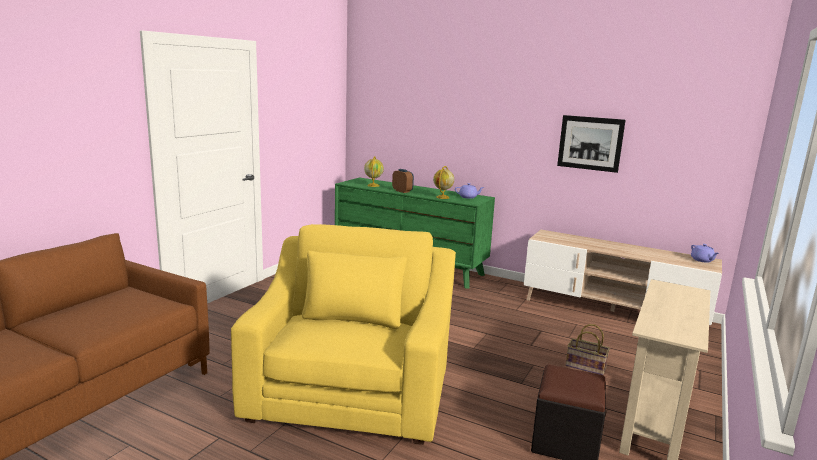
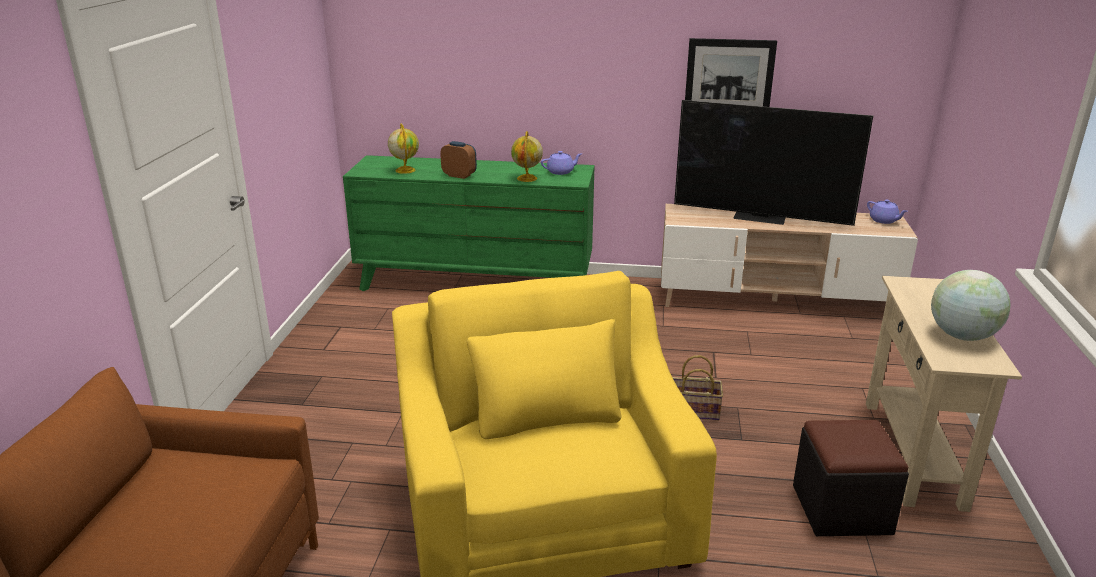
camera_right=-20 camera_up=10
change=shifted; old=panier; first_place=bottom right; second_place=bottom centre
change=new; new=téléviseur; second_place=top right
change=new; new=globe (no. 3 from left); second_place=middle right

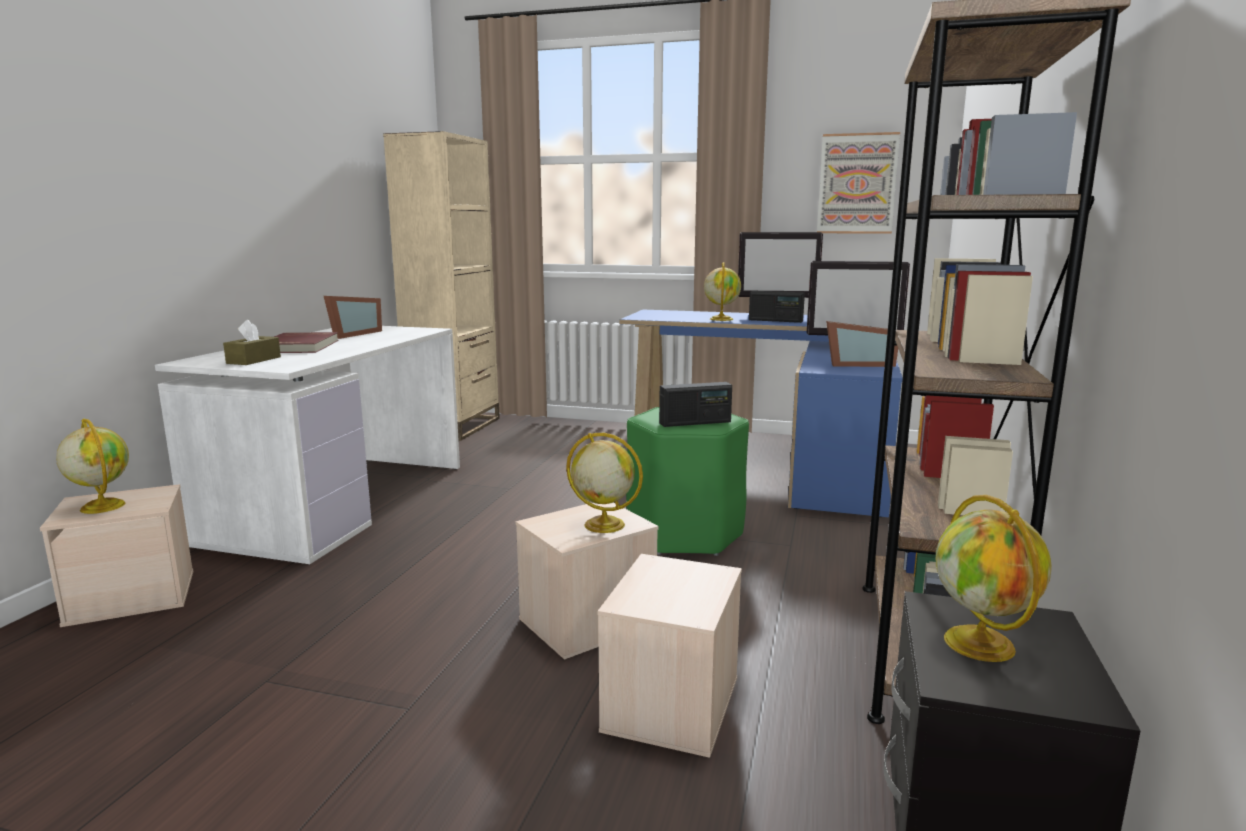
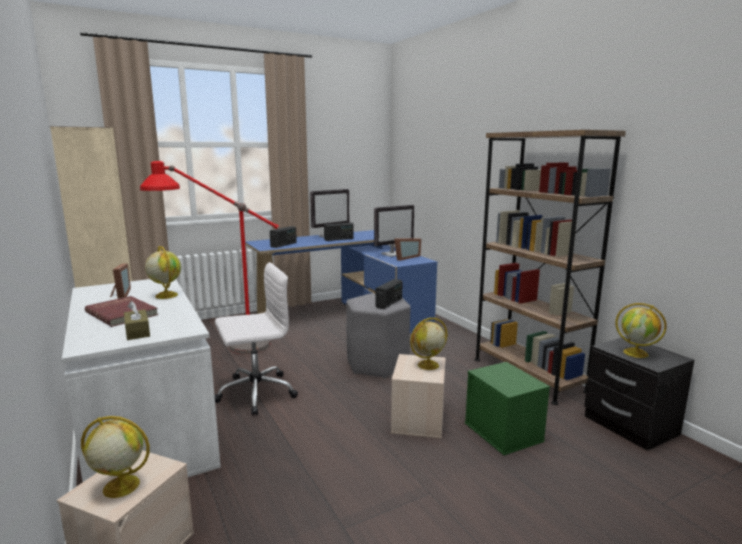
camera_right=-45 camera_up=0
change=new; new=lampadaire [rouge]; second_place=middle left
change=shifted; old=globe (no. 3 from left in the first image); new=globe (no. 2 from left); first_place=centre; second_place=middle left
change=new; new=chaise de bureau [blanc]; second_place=centre
change=new; new=radio (no. 1 from left); second_place=centre
change=repainted; old=tabouret [vert]; new=tabouret [gris]; first_place=centre; second_place=centre
change=repainted; old=boîte de rangement [beige] (no. 3 from left); new=boîte de rangement [vert]; first_place=bottom centre; second_place=bottom right
change=gone; old=tableau; first_place=top right

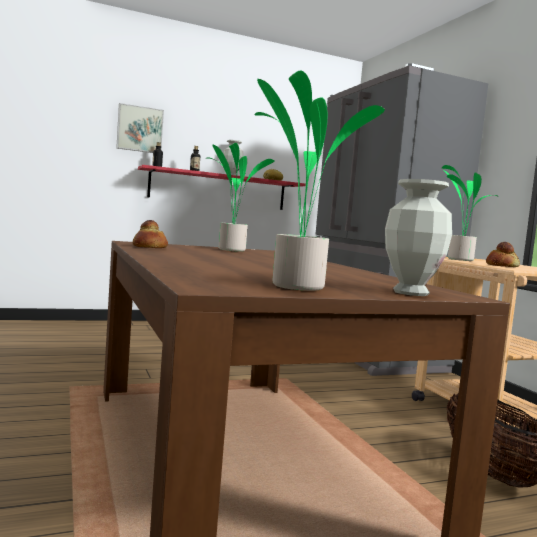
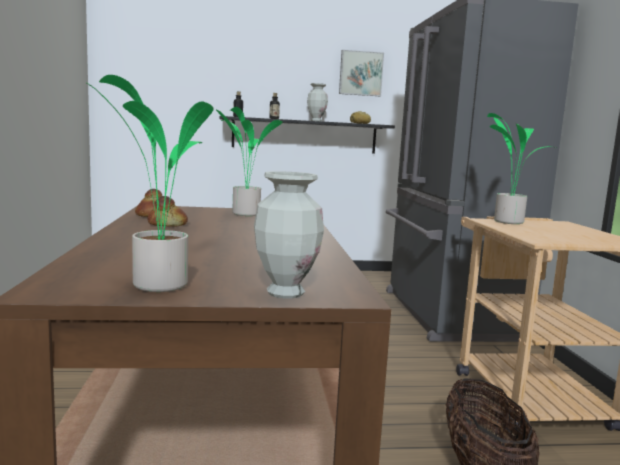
camera_right=15 camera_up=5
change=shifted; old=pain (no. 3 from left in the first image); new=pain (no. 2 from left); first_place=middle right; second_place=middle left
change=repainted; old=étagère [rouge]; new=étagère [noir]; first_place=centre; second_place=top centre
change=shifted; old=tableau; first_place=top left; second_place=top centre

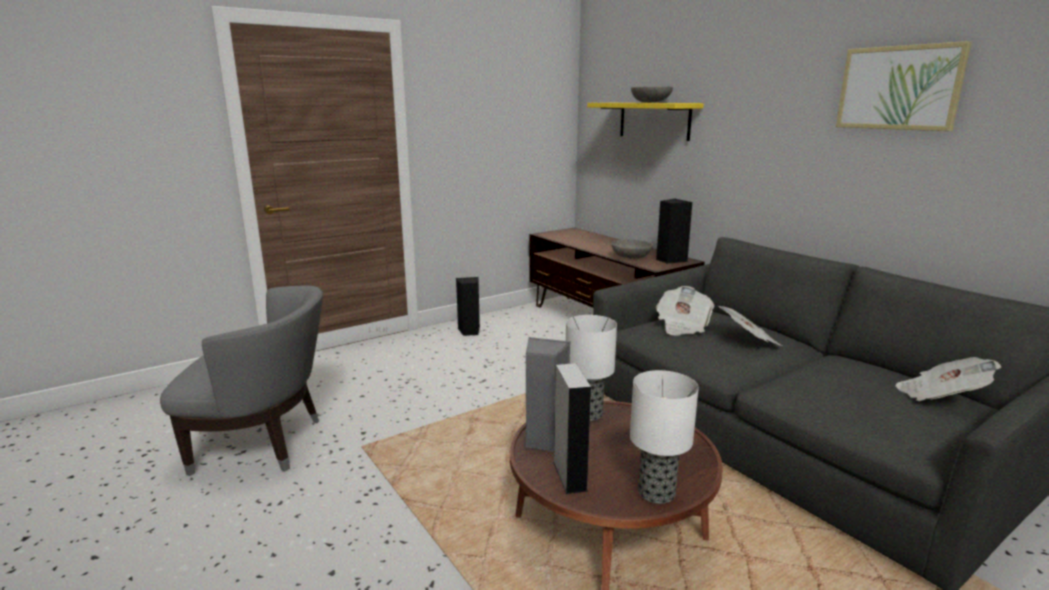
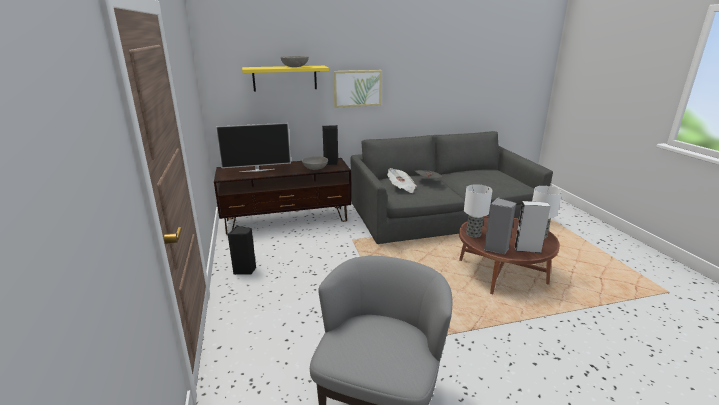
camera_right=-70 camera_up=5
change=new; new=téléviseur; second_place=centre
change=shifted; old=tableau; first_place=top right; second_place=top centre
change=gone; old=journal (no. 3 from left); first_place=middle right

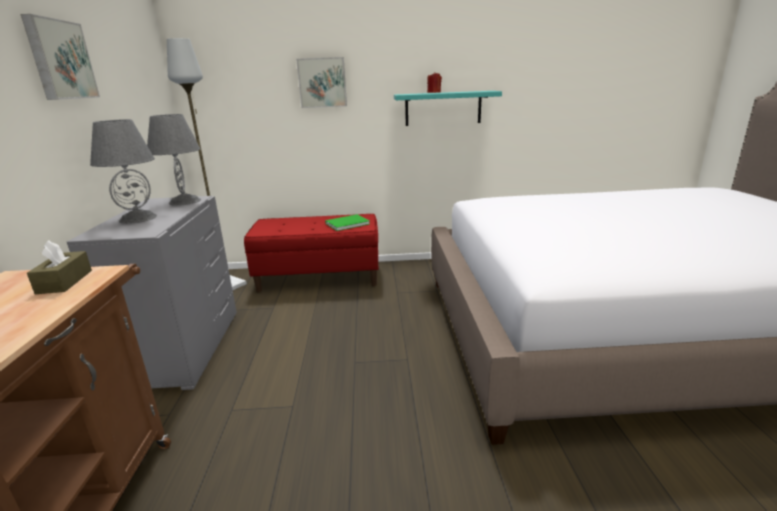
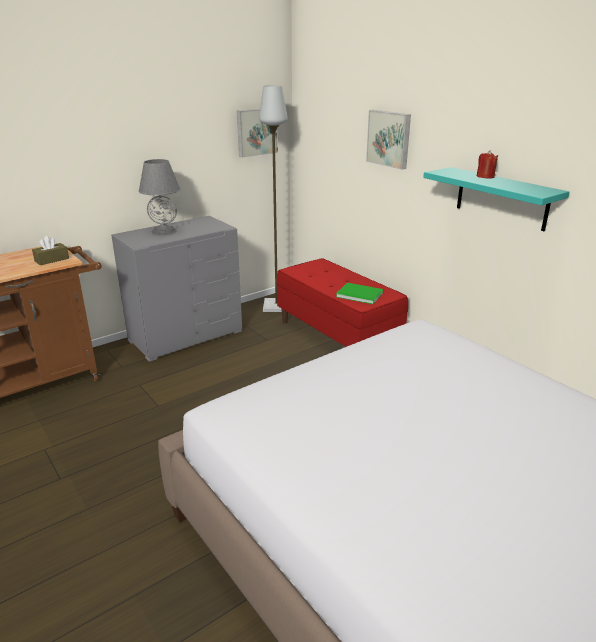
camera_right=55 camera_up=5
change=shifted; old=tableau (no. 1 from left); first_place=top left; second_place=top centre
change=gone; old=lampe de table [gris] (no. 2 from left); first_place=top left

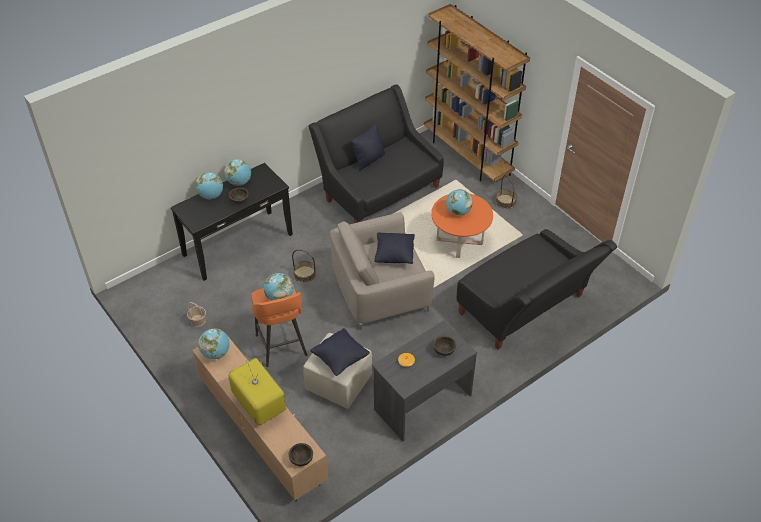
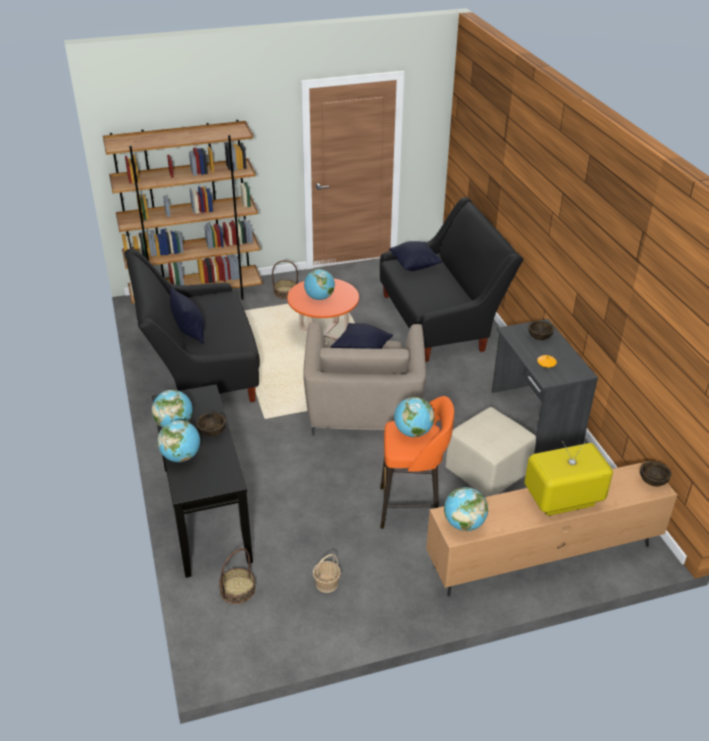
camera_right=-70 camera_up=-10
change=shifted; old=panier (no. 2 from left in the first image); new=panier (no. 1 from left); first_place=centre; second_place=bottom centre
change=shifted; old=coussin [noir] (no. 1 from left in the first image); new=coussin [noir] (no. 3 from left); first_place=bottom centre; second_place=centre

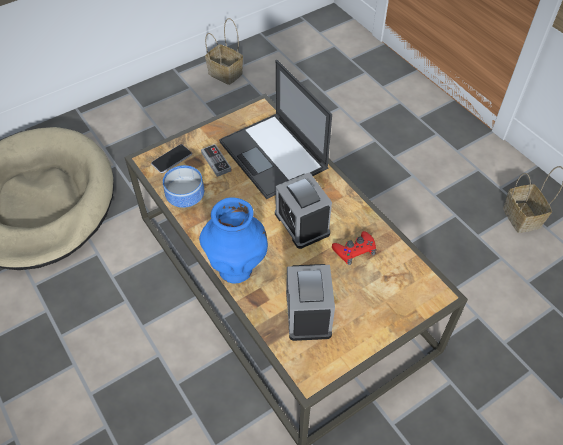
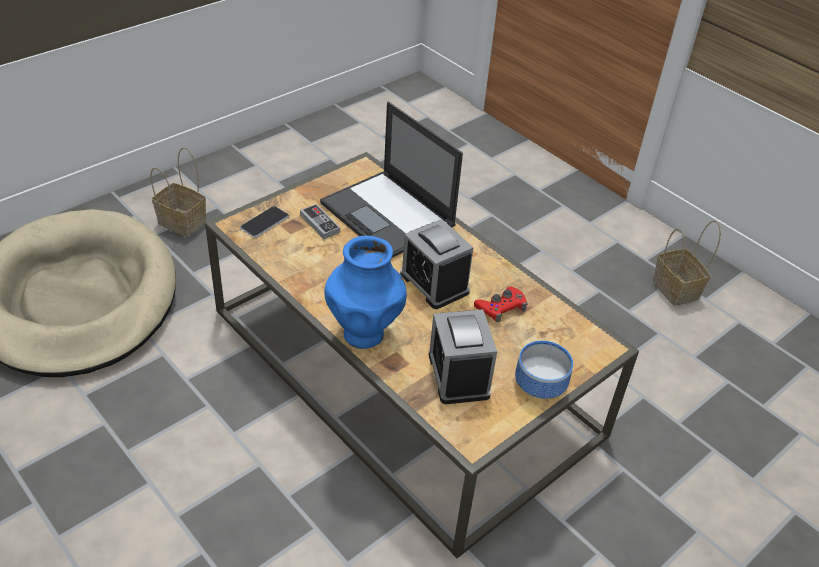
camera_right=-10 camera_up=-10
change=shifted; old=panier (no. 1 from left); first_place=top centre; second_place=middle left
change=shifted; old=bol; first_place=middle left; second_place=centre

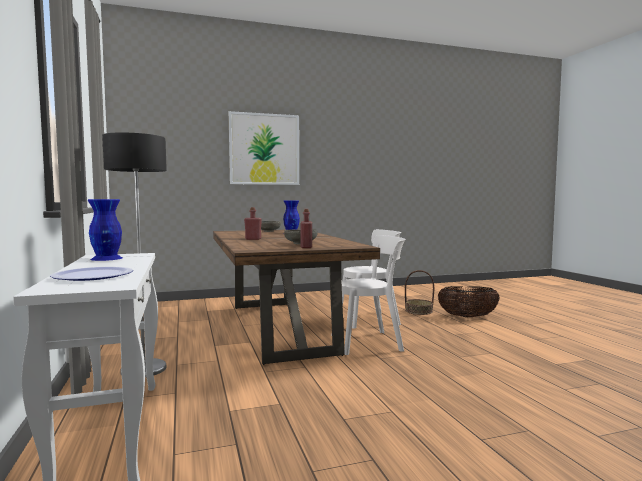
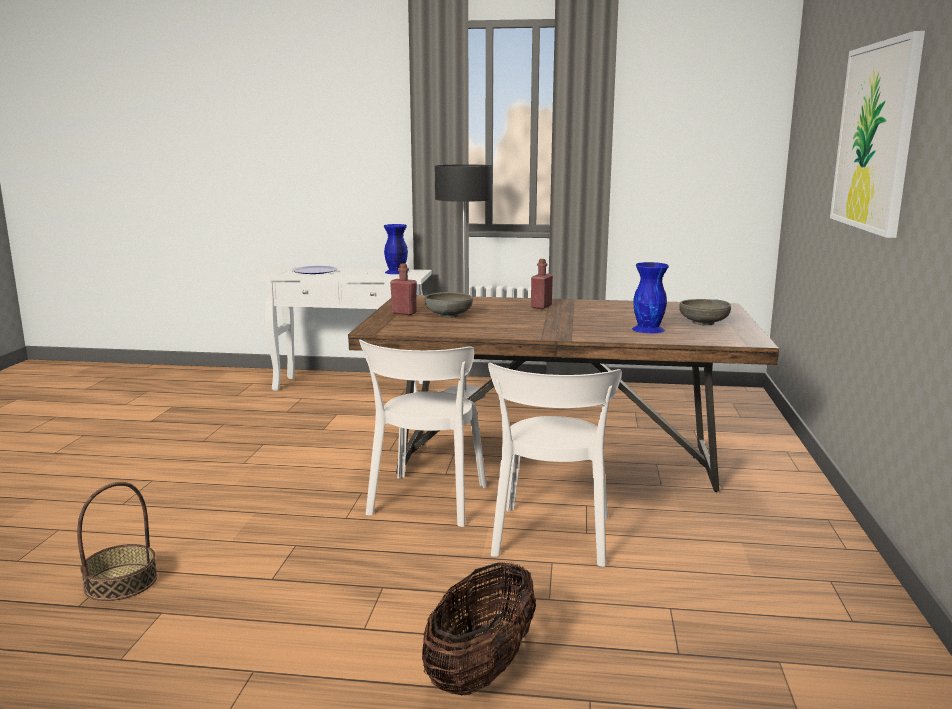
camera_right=115 camera_up=10
change=shifted; old=panier (no. 1 from left); first_place=centre; second_place=bottom left

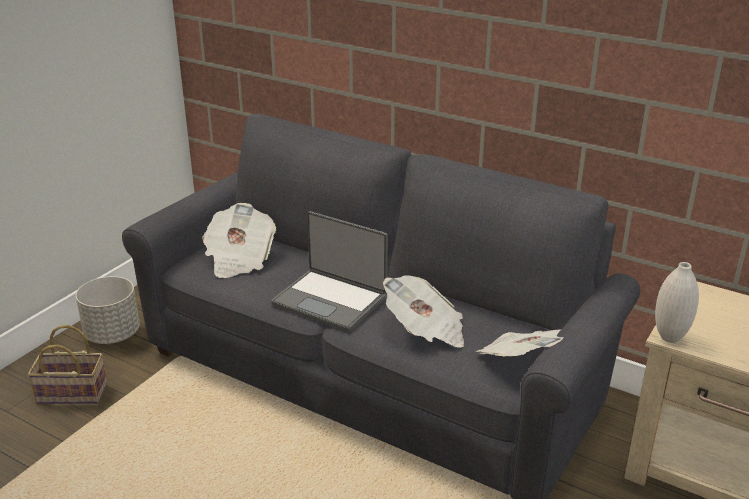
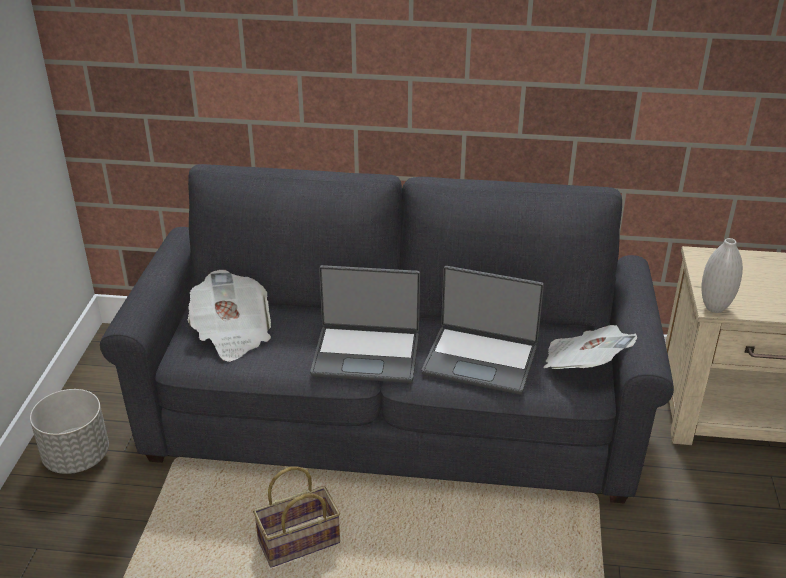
camera_right=-25 camera_up=5
change=shifted; old=panier; first_place=bottom left; second_place=bottom centre
change=swapped; old=journal (no. 2 from left); new=ordinateur portable (no. 2 from left); first_place=centre; second_place=centre

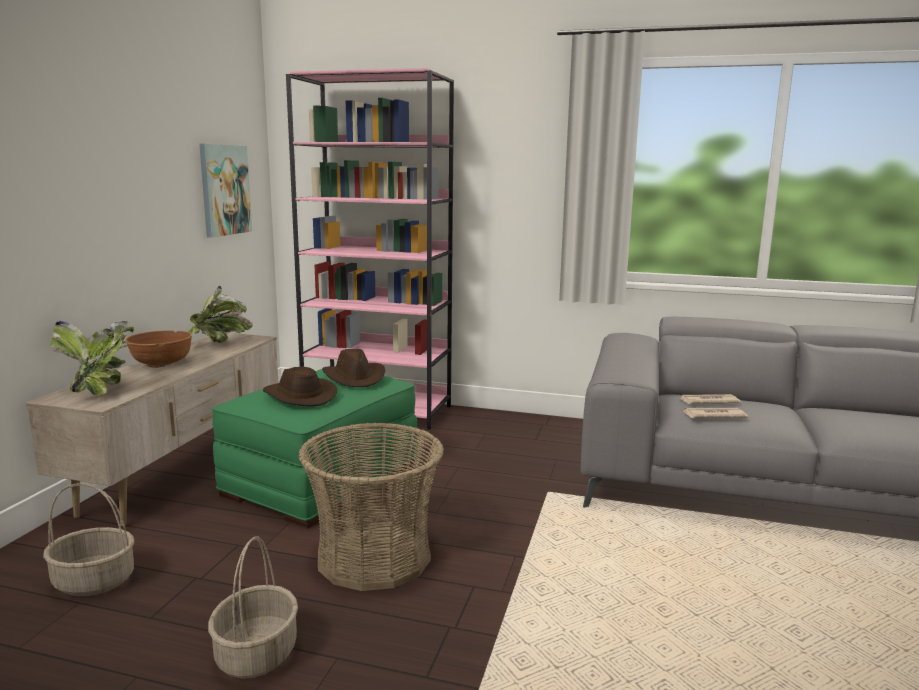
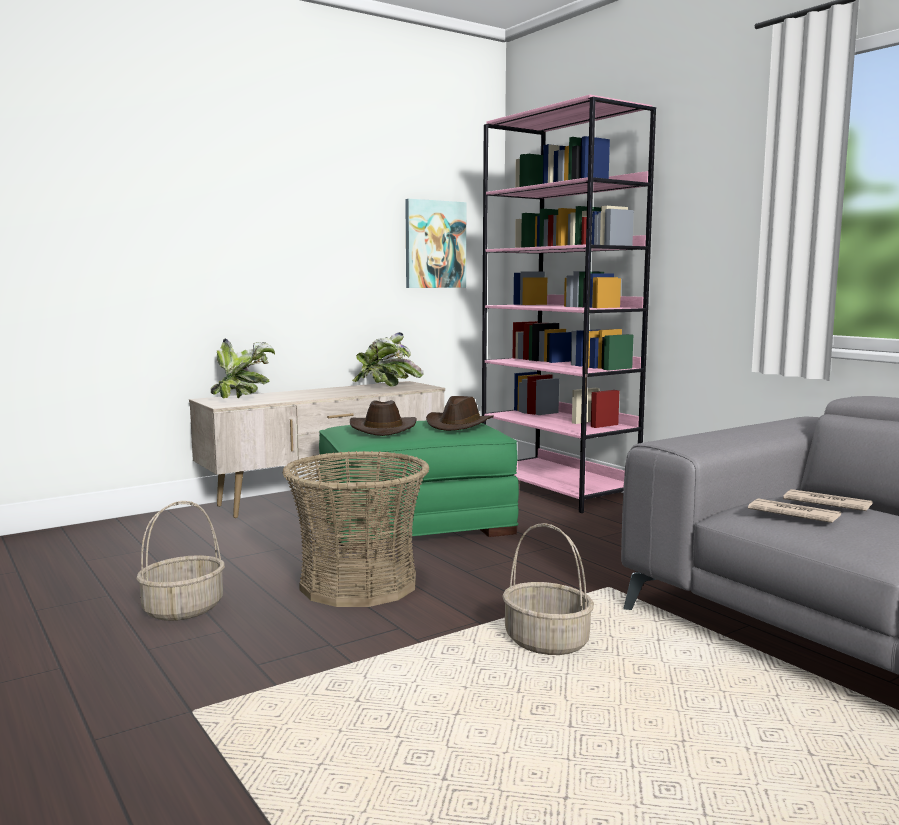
camera_right=40 camera_up=-5
change=shifted; old=panier (no. 1 from left in the first image); new=panier (no. 3 from left); first_place=bottom left; second_place=bottom centre
change=gone; old=bol [marron]; first_place=middle left

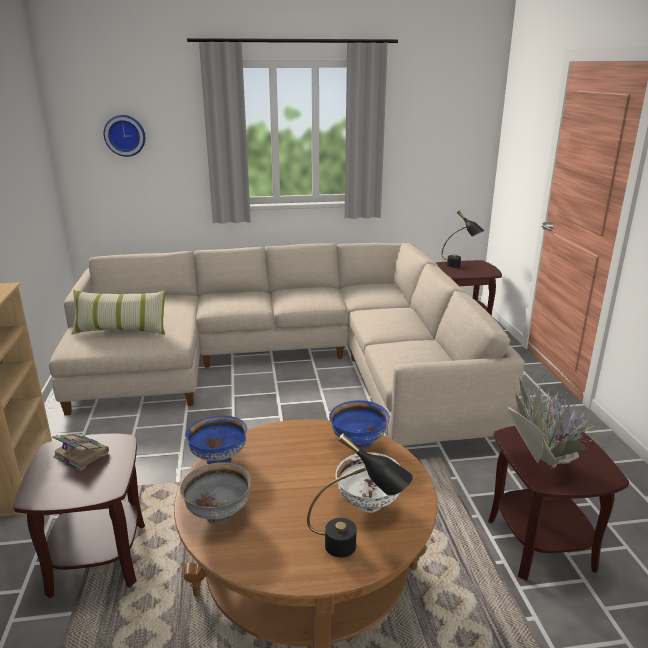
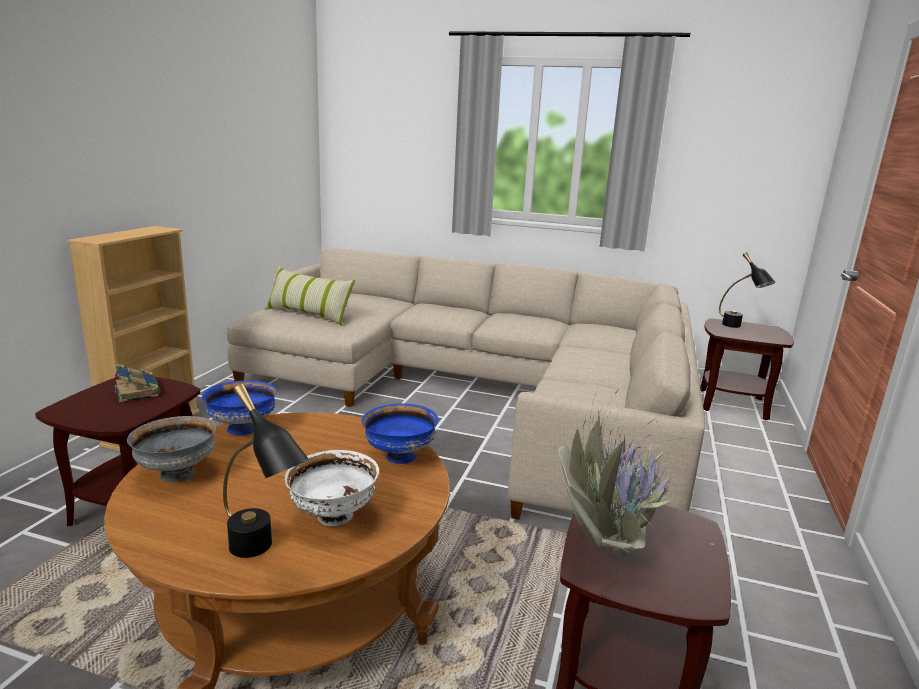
camera_right=25 camera_up=-5
change=gone; old=horloge murale; first_place=top left

